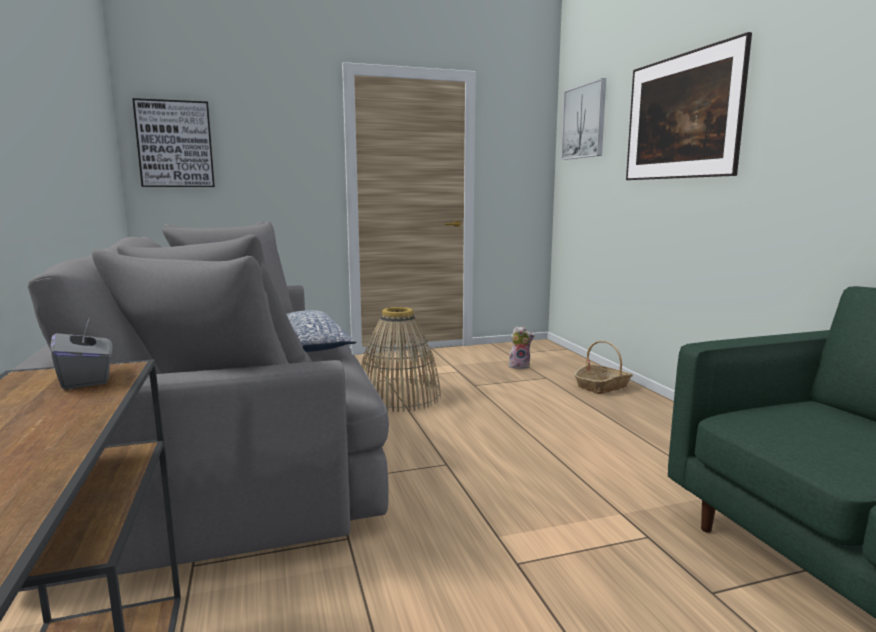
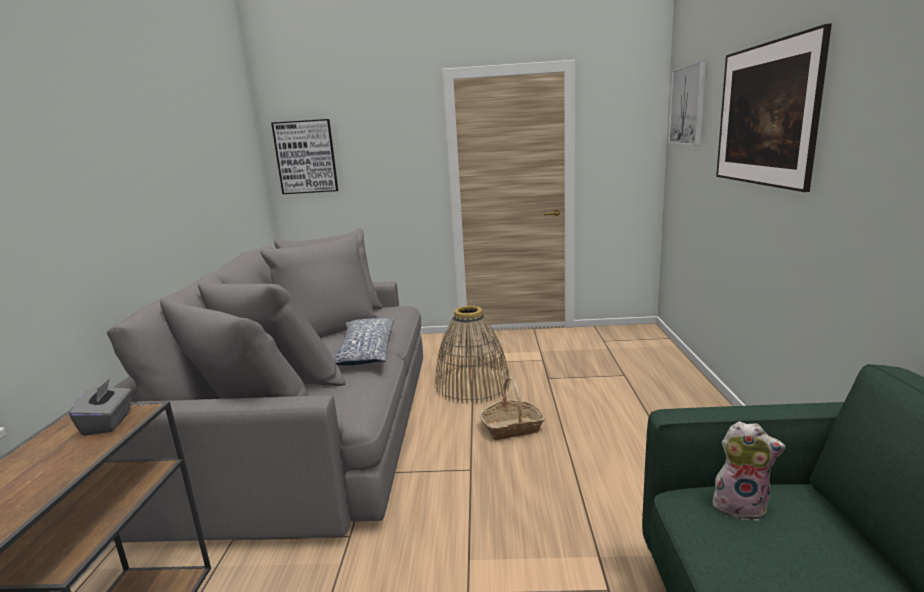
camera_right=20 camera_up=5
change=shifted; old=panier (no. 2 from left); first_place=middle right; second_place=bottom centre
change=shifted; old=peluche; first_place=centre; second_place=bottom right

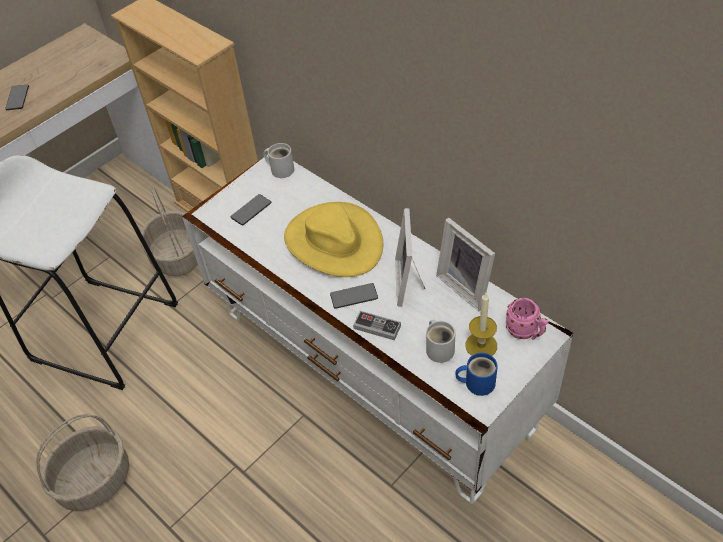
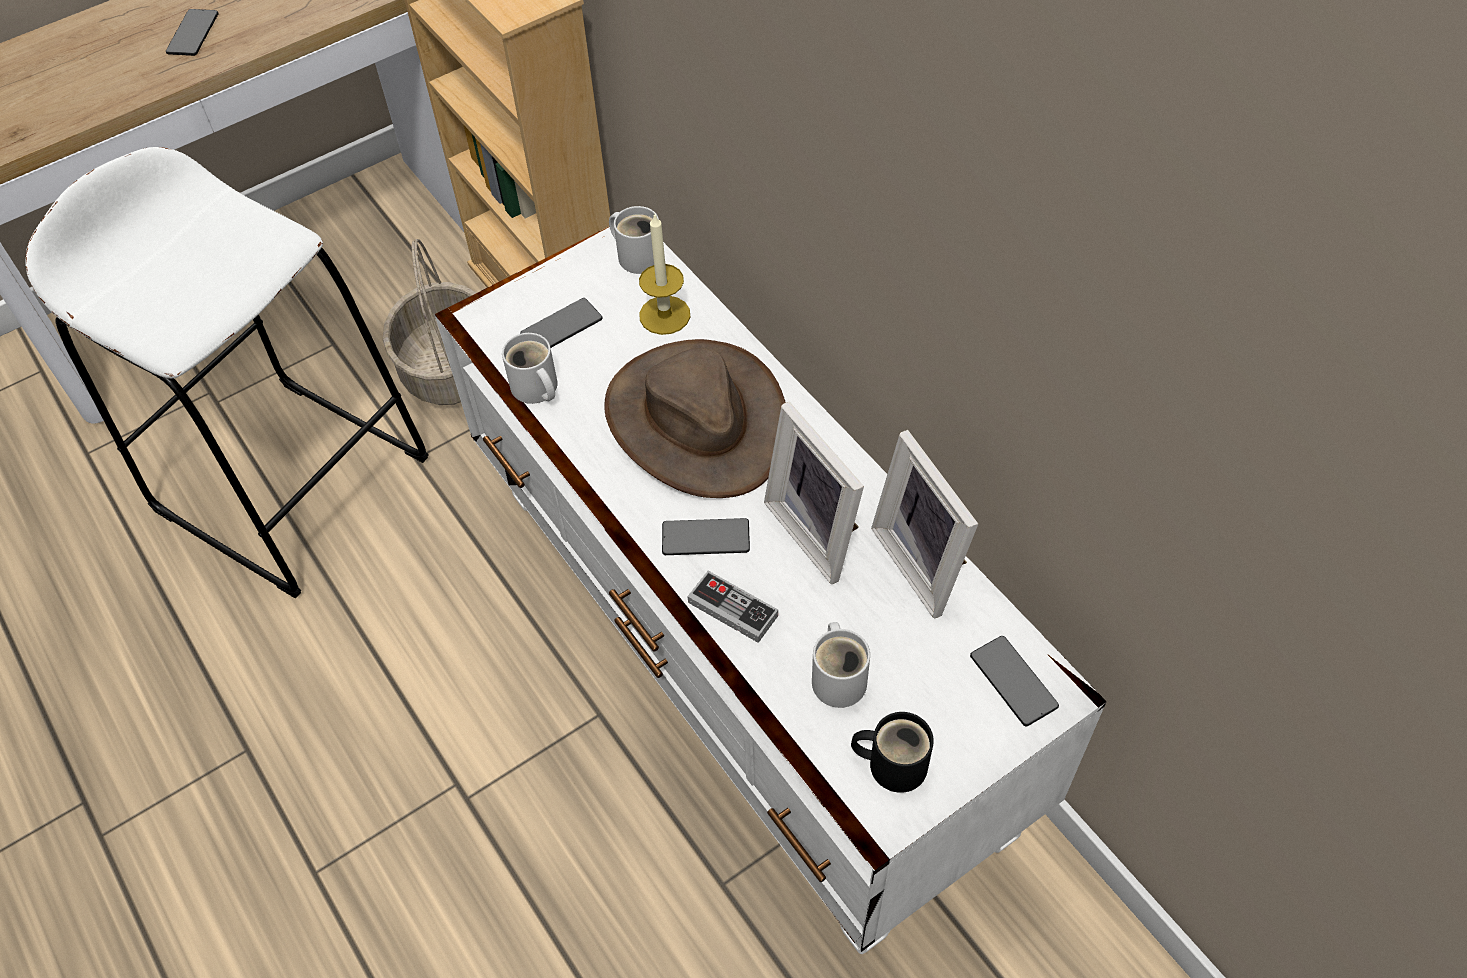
camera_right=10 camera_up=5
change=new; new=mug [blanc] (no. 1 from left); second_place=centre
change=repainted; old=chapeau [jaune]; new=chapeau [marron]; first_place=centre; second_place=centre
change=shifted; old=bougie; first_place=centre; second_place=top centre
change=rotated; old=cadre photo (no. 1 from left); first_place=centre; second_place=centre; degrees=-45
change=repainted; old=mug [bleu]; new=mug [noir]; first_place=bottom centre; second_place=bottom centre
change=swapped; old=mug [rose]; new=téléphone (no. 4 from left); first_place=middle right; second_place=bottom right
change=gone; old=panier (no. 1 from left); first_place=bottom left

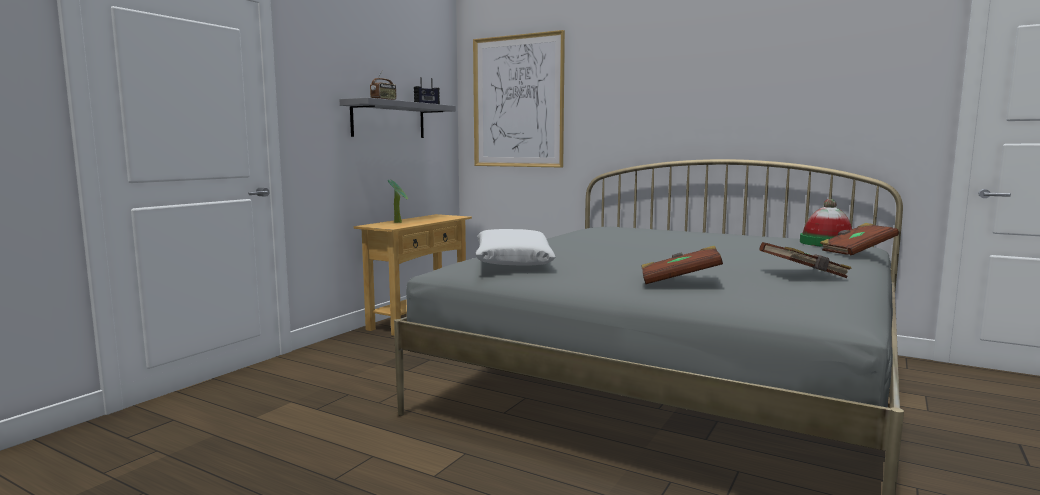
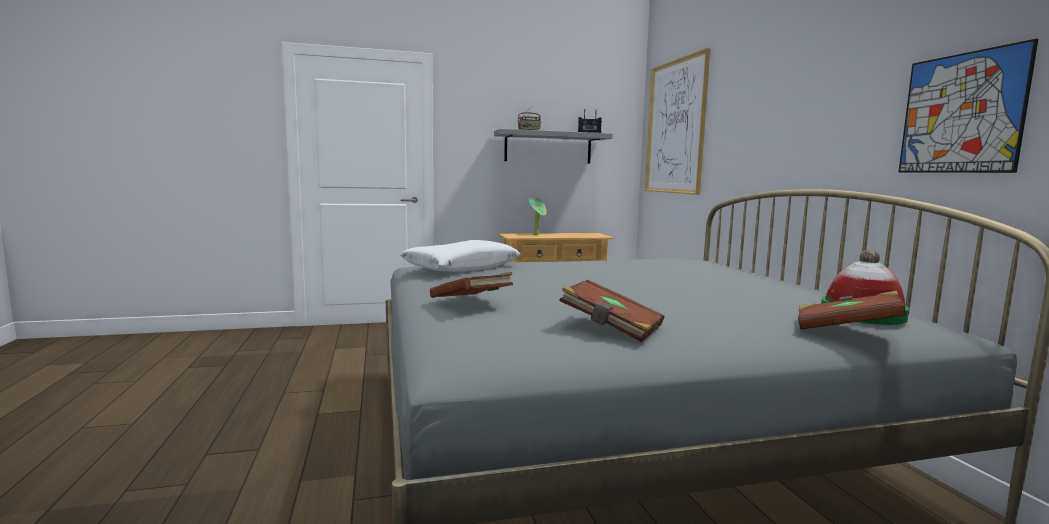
camera_right=45 camera_up=0
change=new; new=tableau (no. 2 from left); second_place=top right

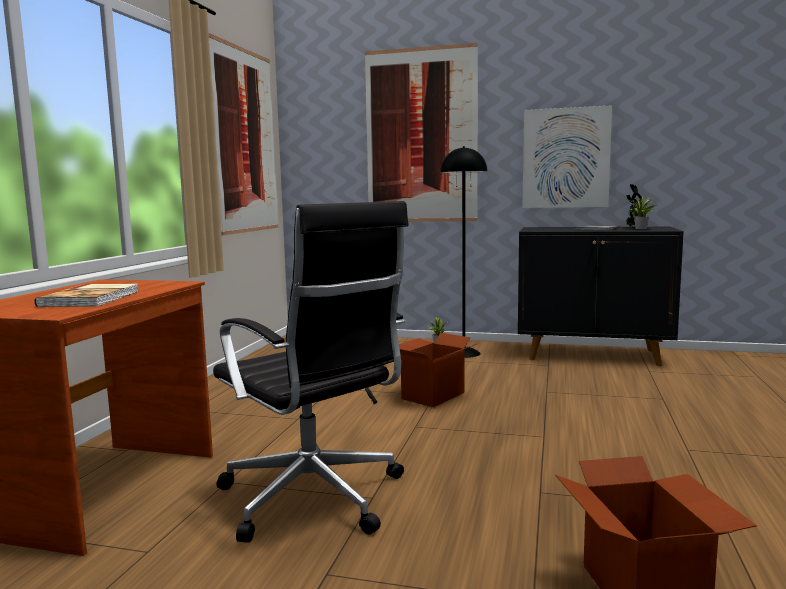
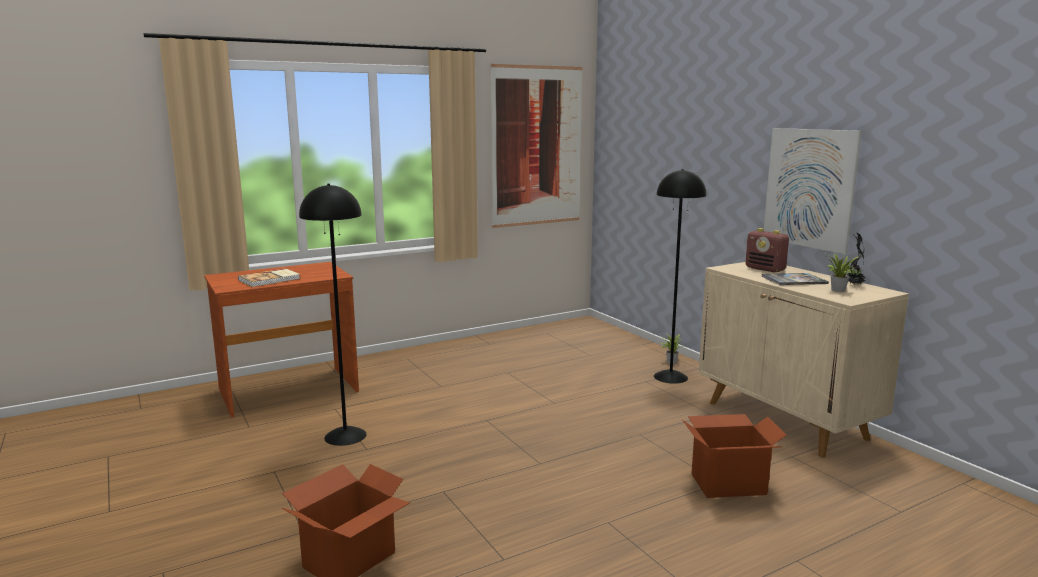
camera_right=45 camera_up=5
change=swapped; old=chaise de bureau [noir]; new=lampadaire [noir] (no. 1 from left); first_place=centre; second_place=middle left
change=shifted; old=carton (no. 1 from left in the first image); new=carton (no. 2 from left); first_place=centre; second_place=bottom right
change=repainted; old=meuble de rangement [noir]; new=meuble de rangement [beige]; first_place=middle right; second_place=middle right
change=new; new=radio; second_place=middle right
change=gone; old=tableau (no. 2 from left); first_place=top centre

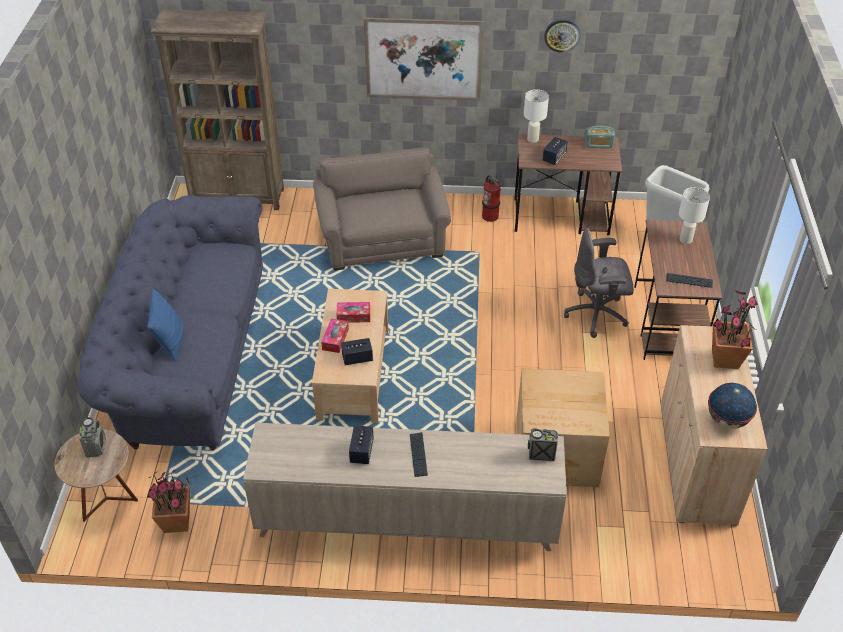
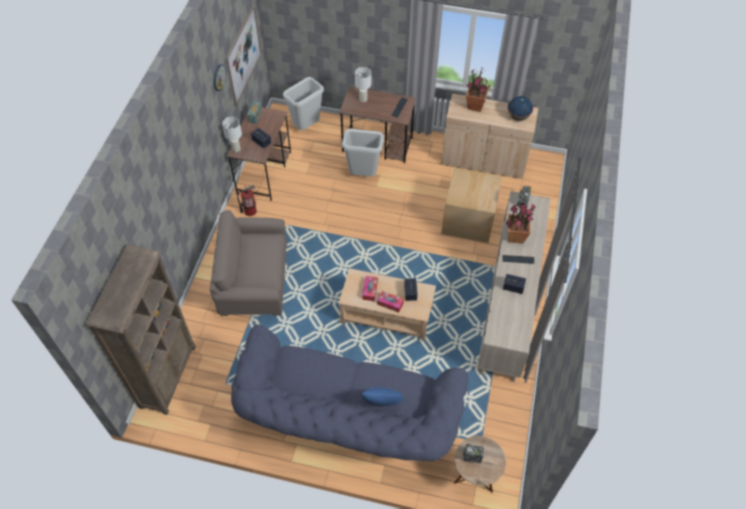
camera_right=-80 camera_up=10
change=shifted; old=tableau; first_place=top centre; second_place=top left
change=swapped; old=chaise de bureau [gris]; new=poubelle [gris] (no. 2 from left); first_place=middle right; second_place=top centre
change=shifted; old=plante en pot (no. 1 from left in the first image); new=plante en pot (no. 2 from left); first_place=bottom left; second_place=middle right

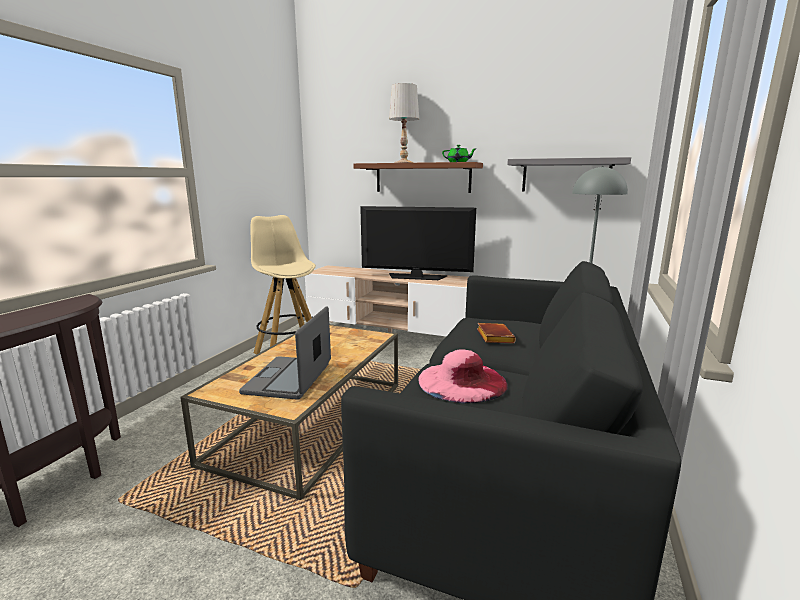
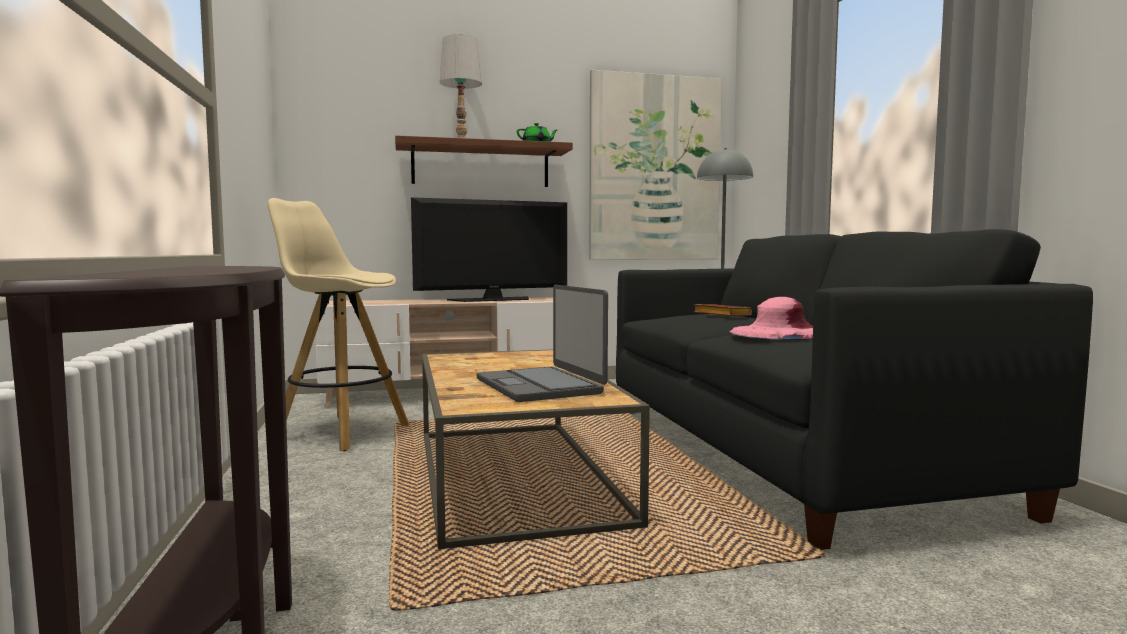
camera_right=-35 camera_up=-10
change=swapped; old=étagère [gris]; new=tableau; first_place=top right; second_place=top centre

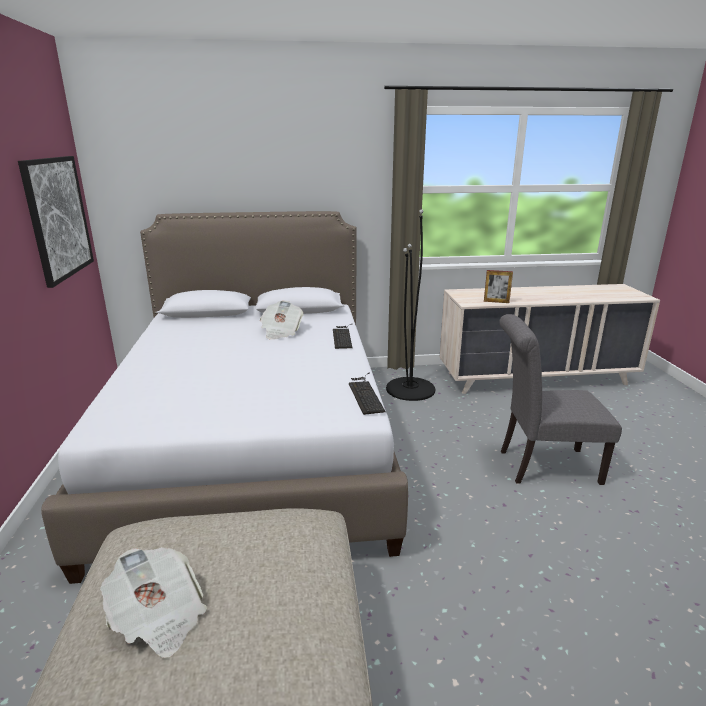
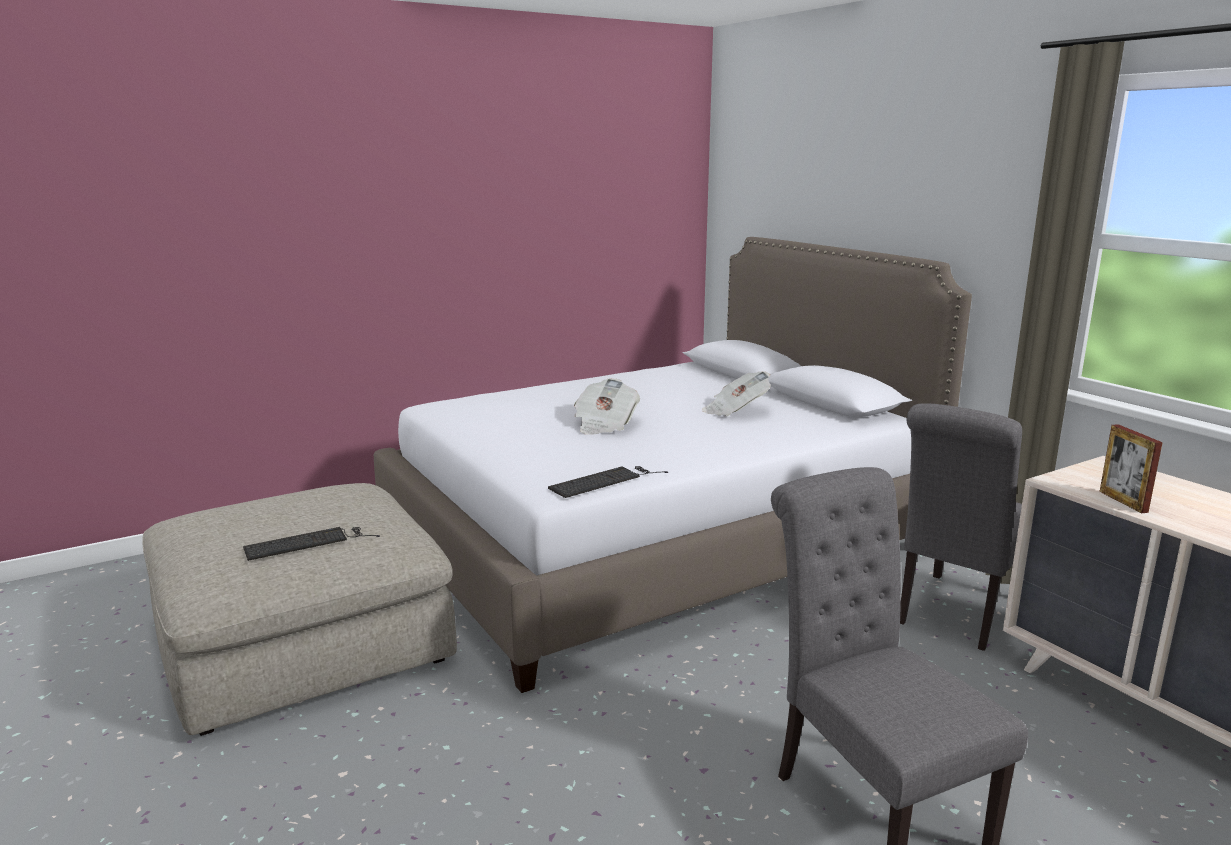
camera_right=65 camera_up=-5
change=shifted; old=clavier (no. 1 from left); first_place=centre; second_place=middle left
change=shifted; old=journal (no. 1 from left); first_place=bottom left; second_place=centre
change=swapped; old=lampadaire [noir]; new=chaise [gris] (no. 2 from left); first_place=centre; second_place=middle right
change=gone; old=tableau; first_place=top left

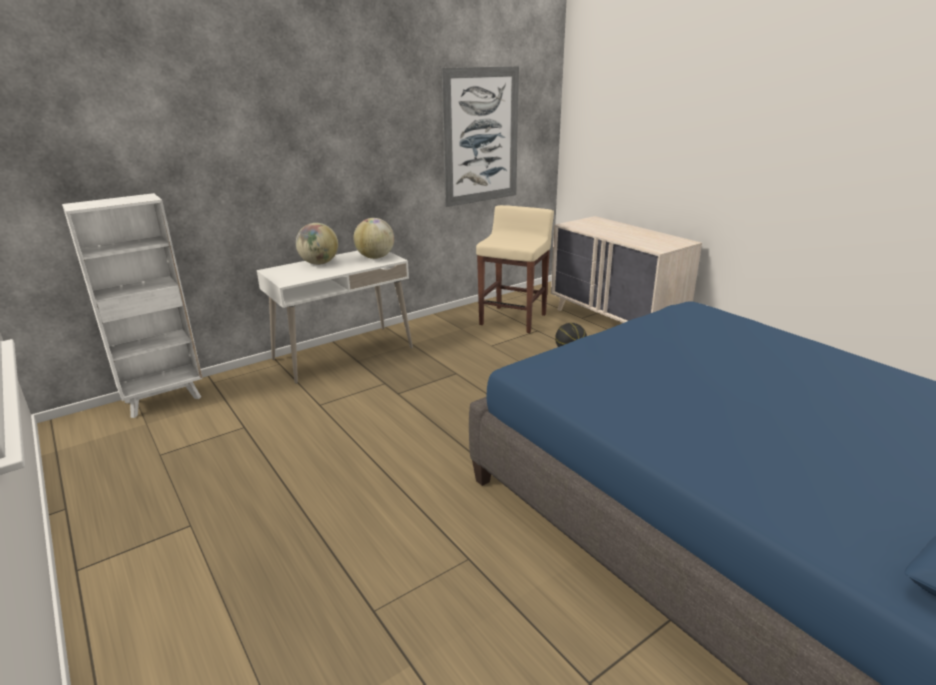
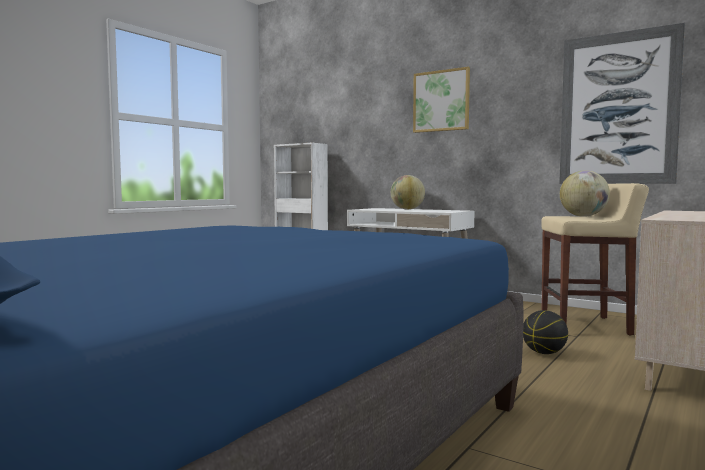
camera_right=70 camera_up=-20
change=new; new=tableau (no. 1 from left); second_place=top centre
change=shifted; old=globe (no. 2 from left); first_place=centre; second_place=middle right

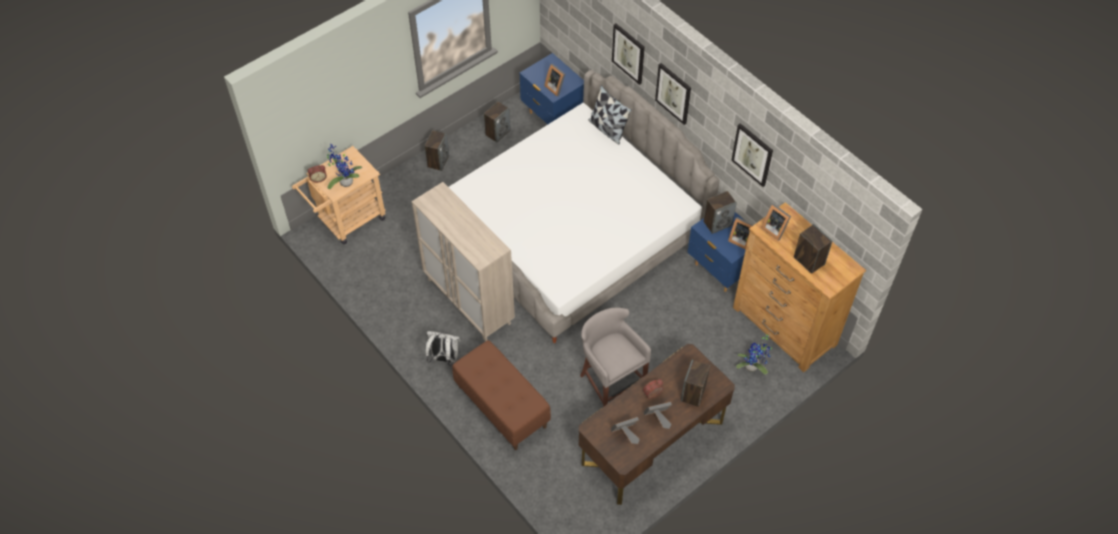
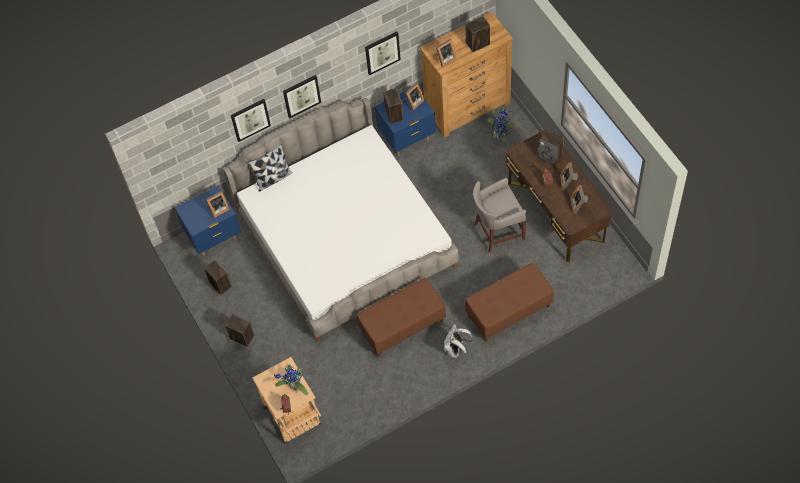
camera_right=-75 camera_up=5
change=swapped; old=meuble de rangement [beige]; new=banc [marron] (no. 1 from left); first_place=centre; second_place=centre

